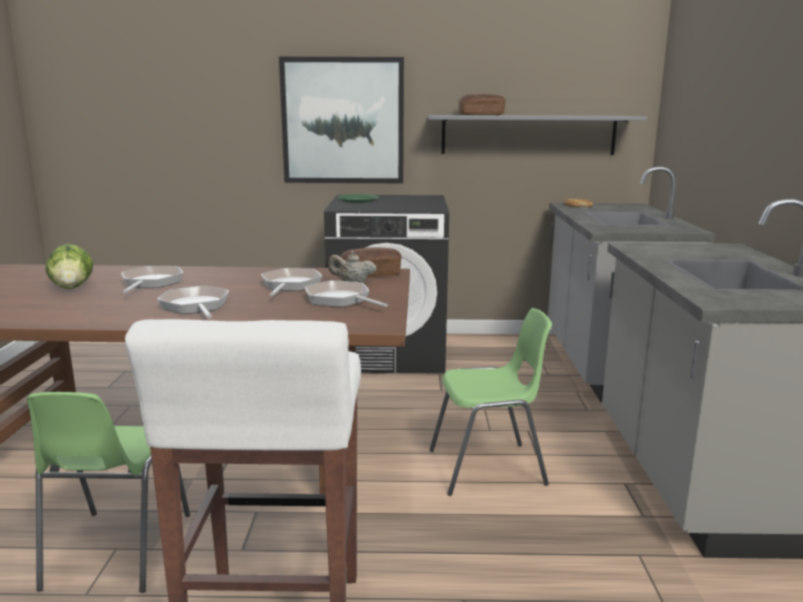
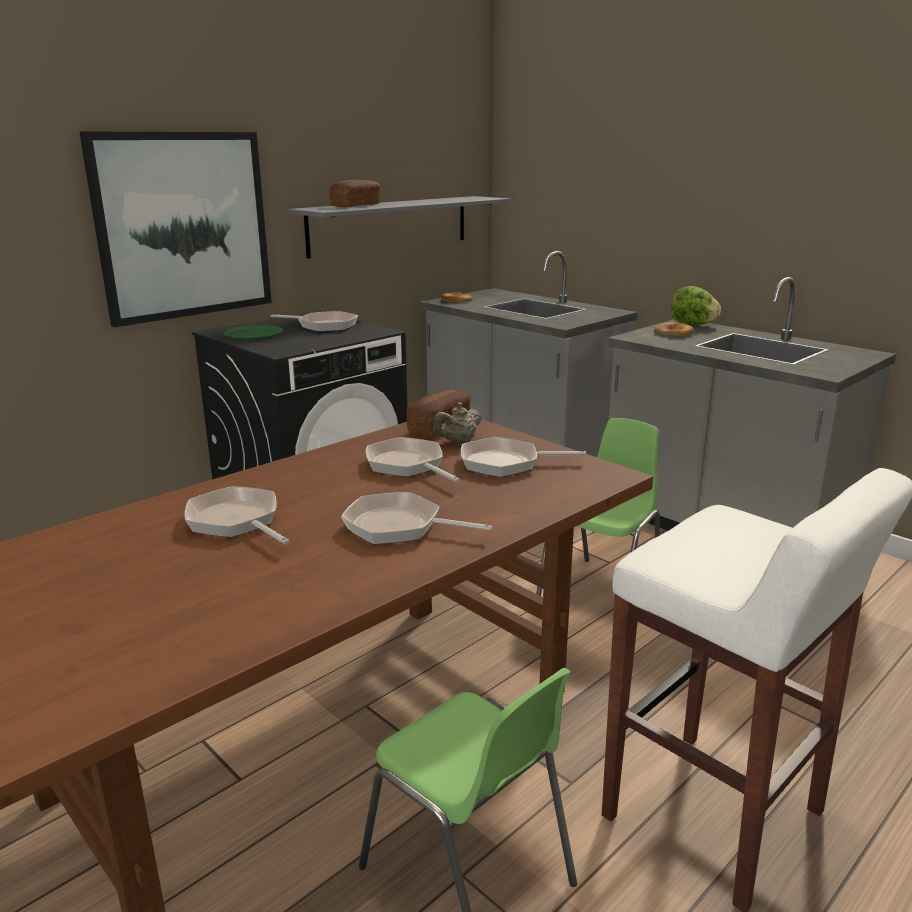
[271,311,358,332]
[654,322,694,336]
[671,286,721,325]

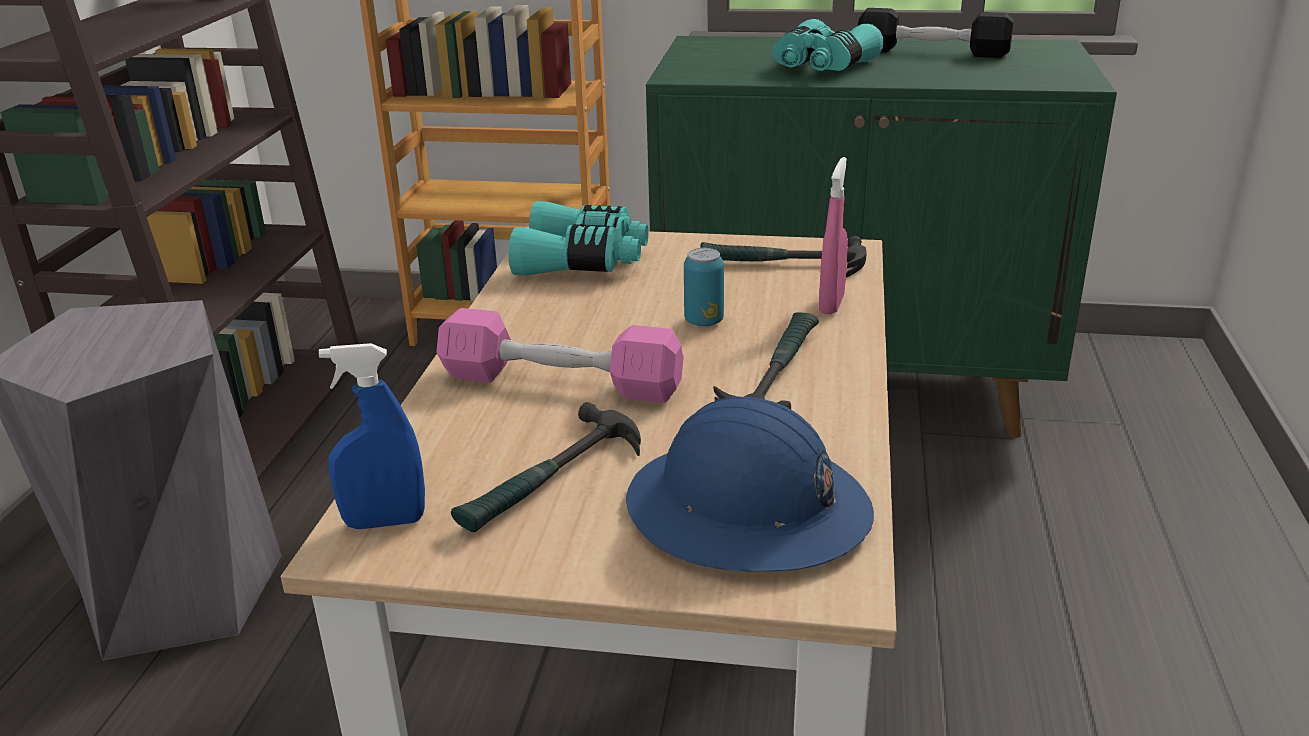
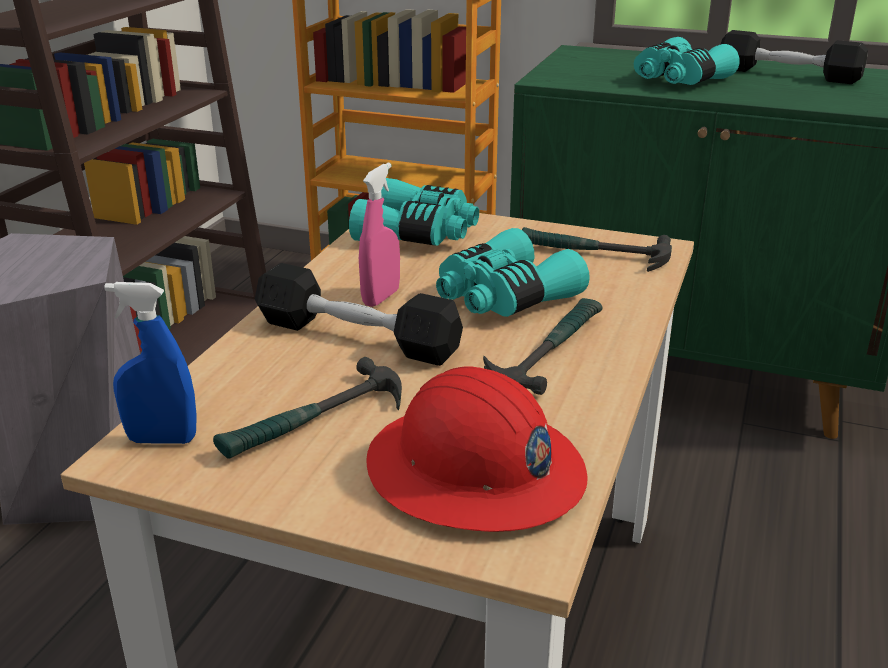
[359,163,400,307]
[436,228,590,317]
[255,263,463,366]
[367,367,588,532]

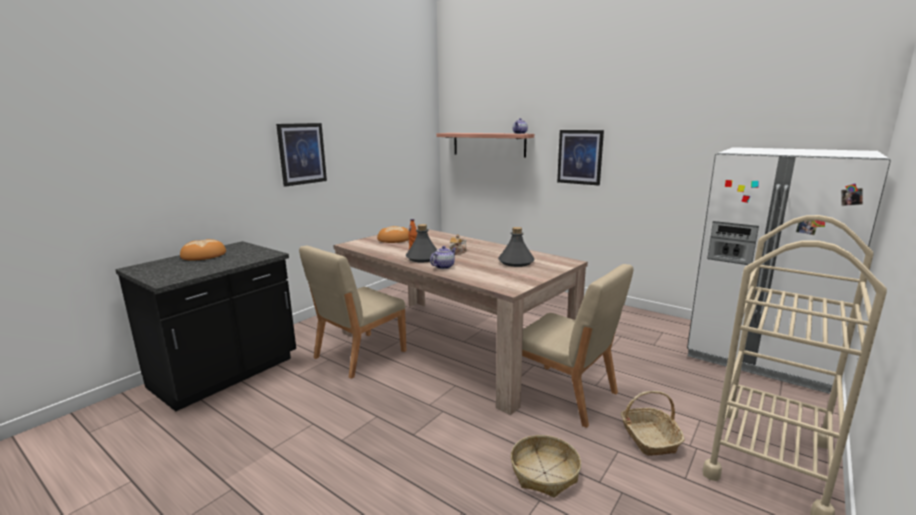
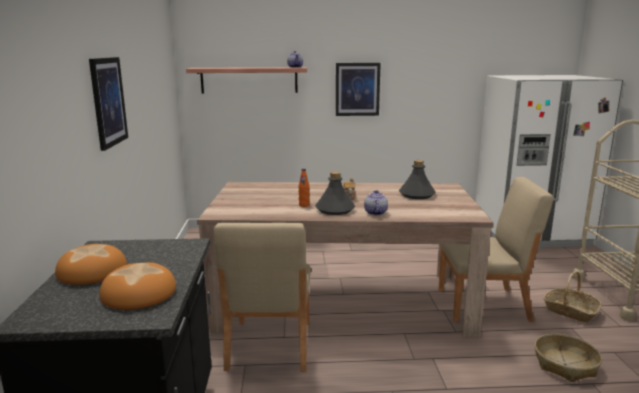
[99,262,176,310]

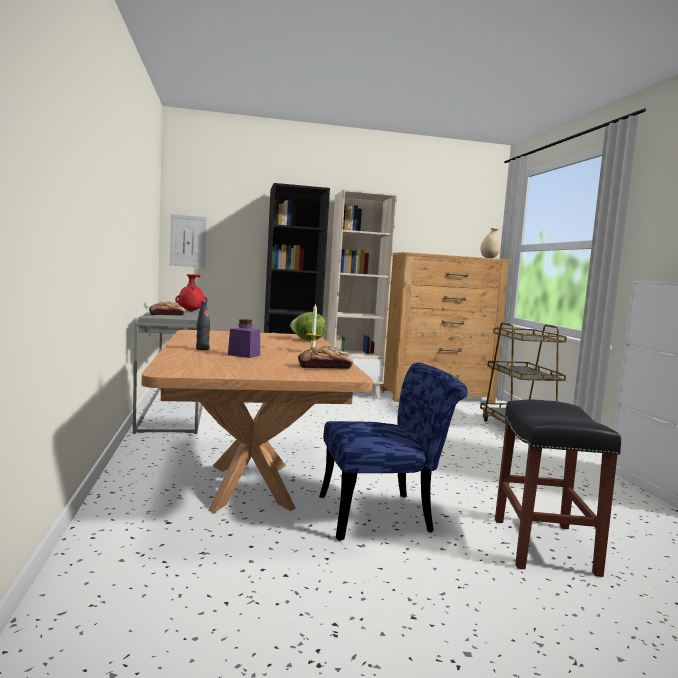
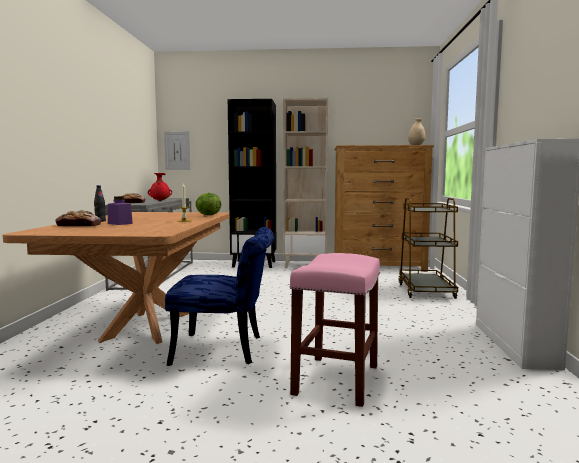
[55,210,102,226]
[290,253,380,407]

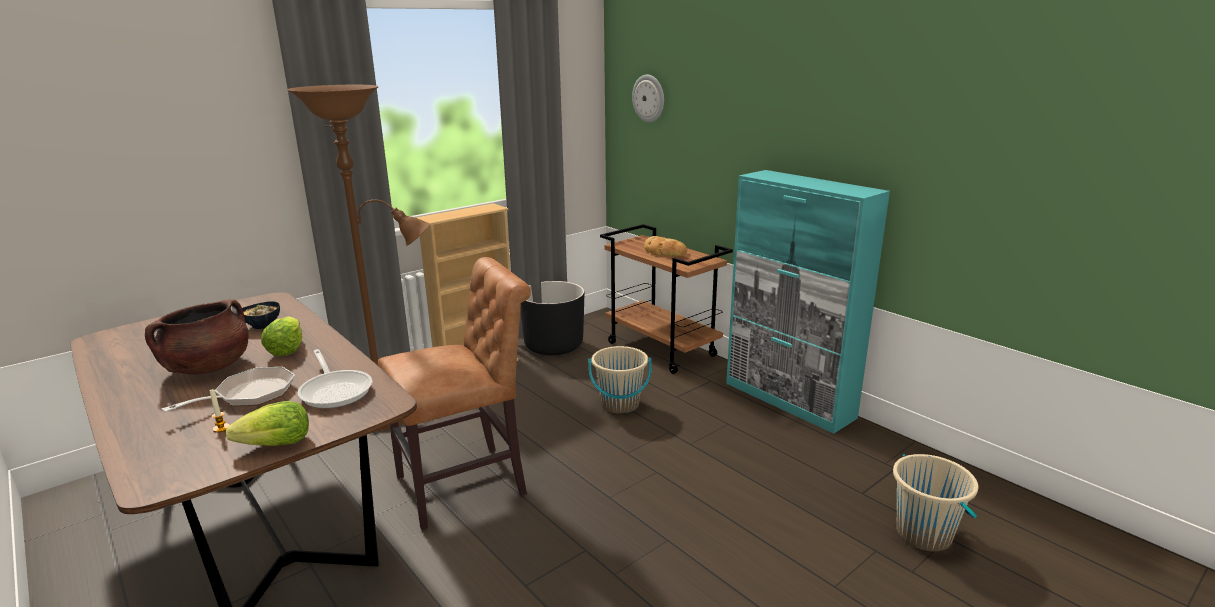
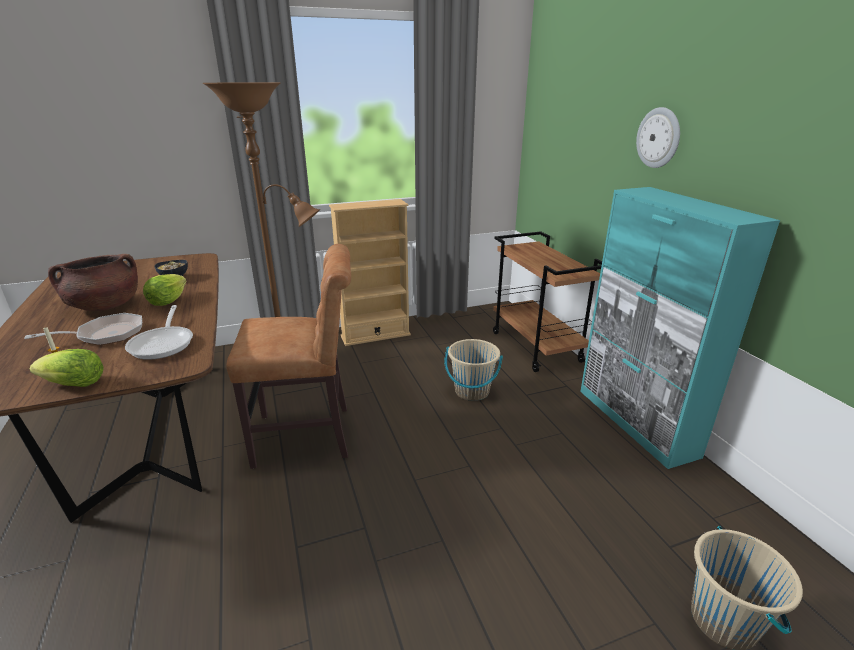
[520,281,584,355] (first image)
[644,236,687,257] (first image)
[636,107,680,168]

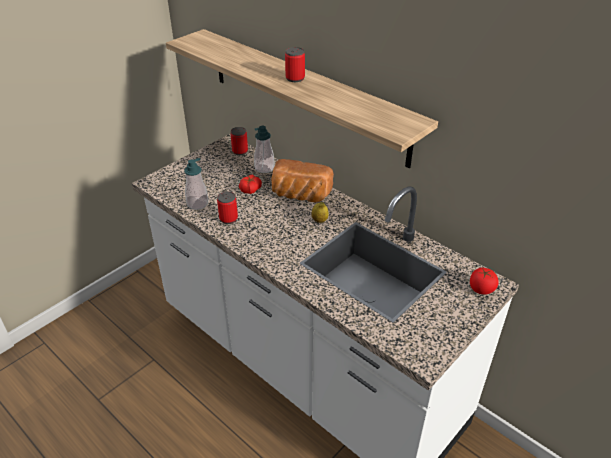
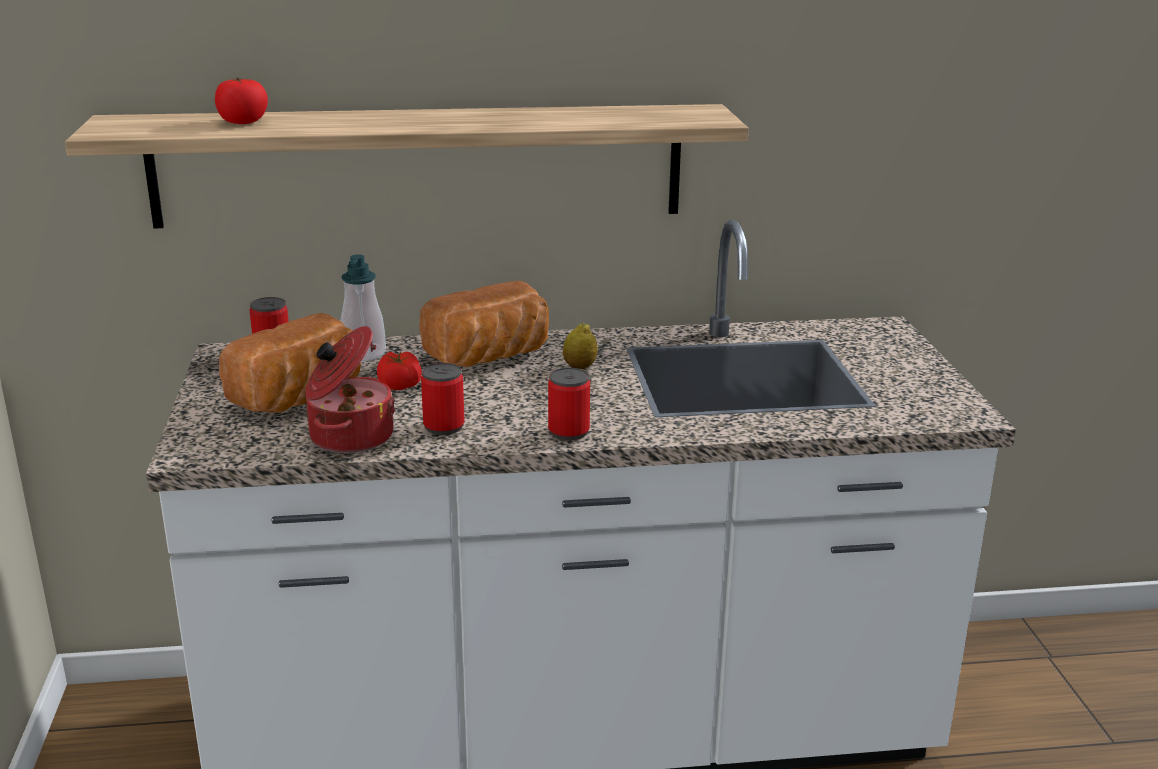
[219,313,361,413]
[548,368,590,440]
[215,78,268,124]
[305,326,396,453]

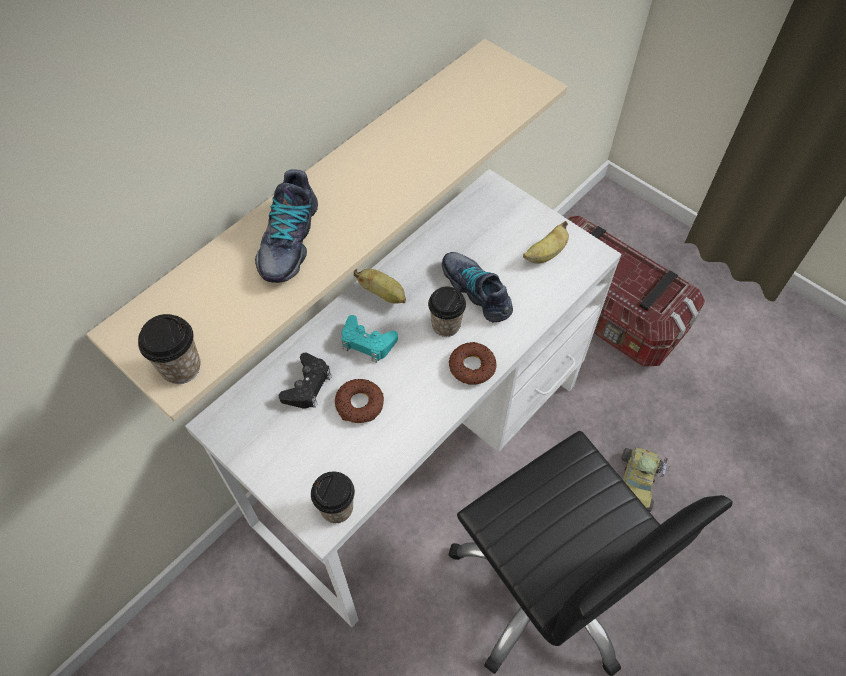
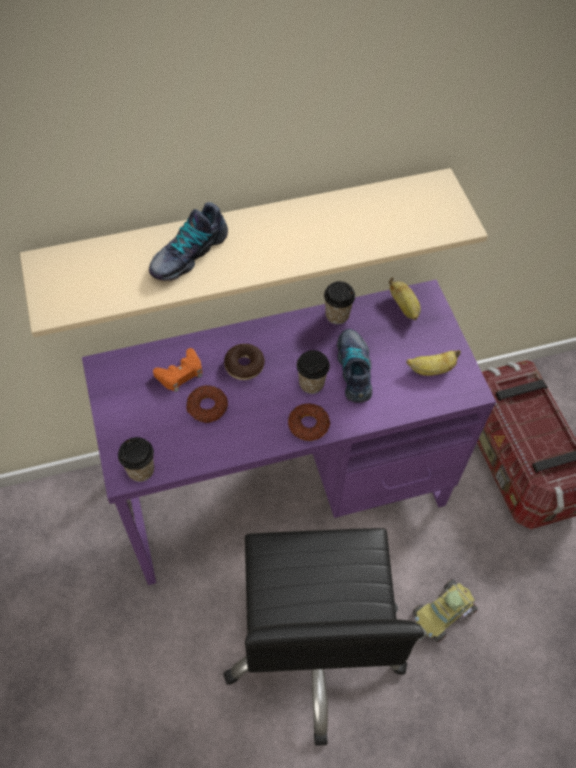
[324,281,355,324]
[389,277,421,320]
[224,344,265,380]
[82,280,496,585]
[153,348,202,392]

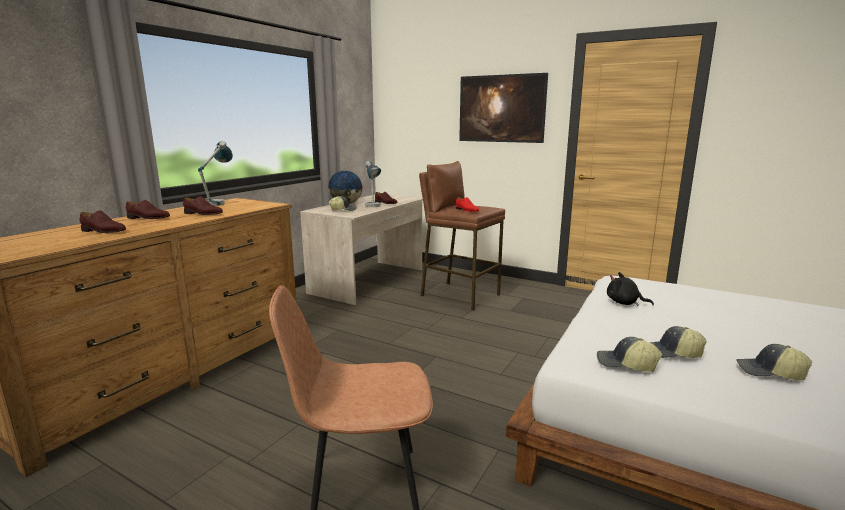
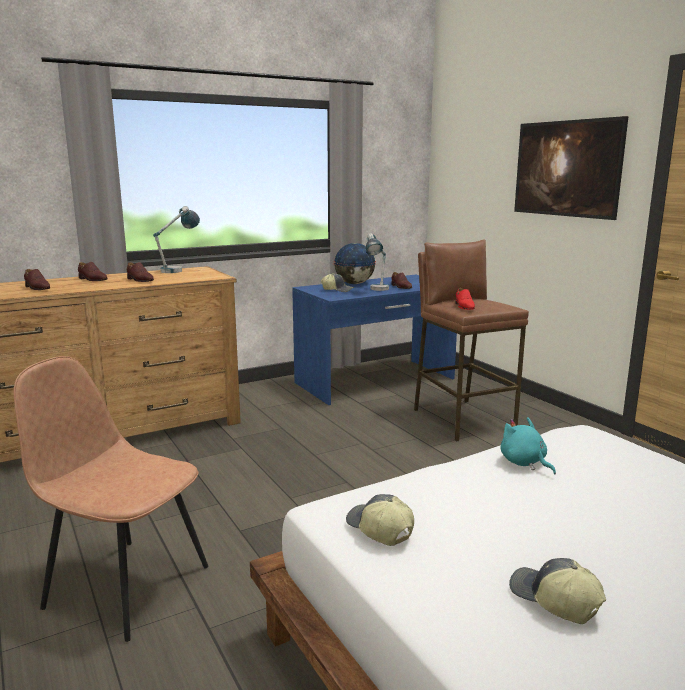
[651,326,707,358] (first image)
[292,275,457,405]
[500,418,556,474]

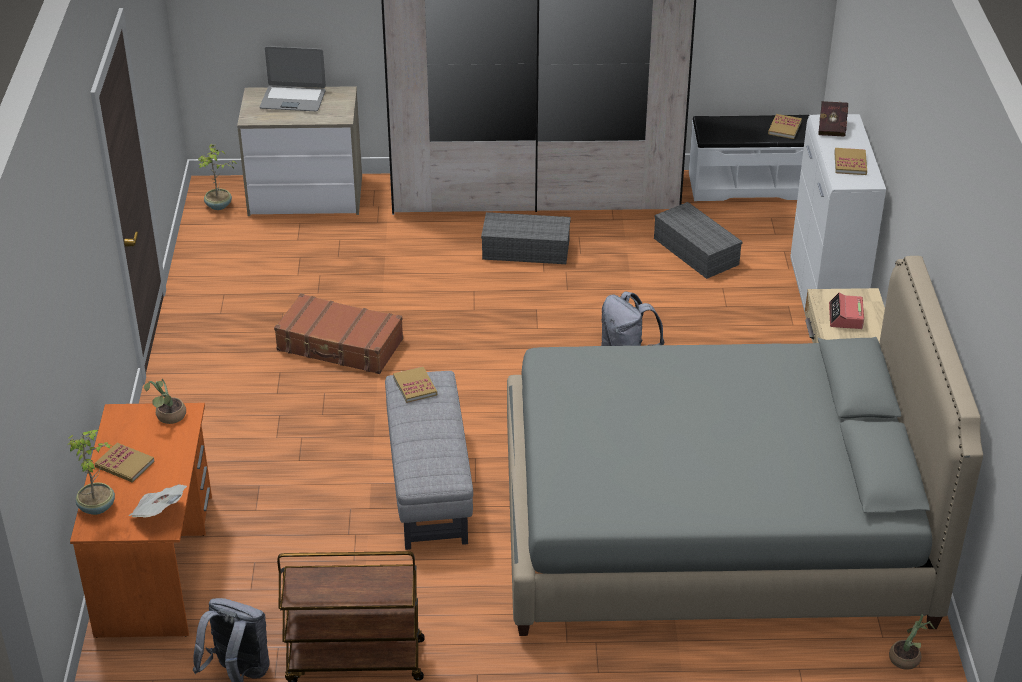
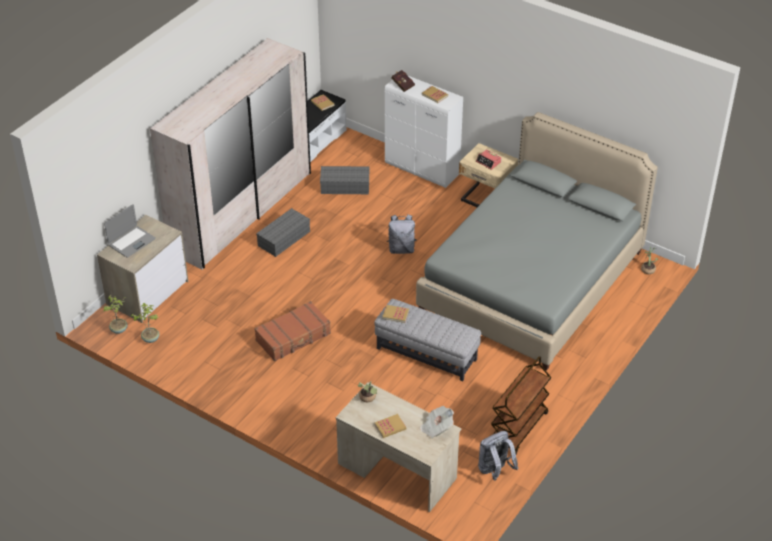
[131,303,159,343]
[335,382,461,513]

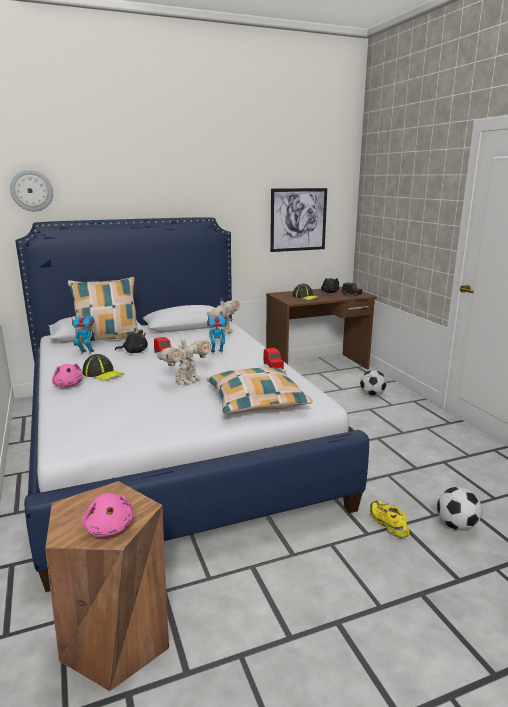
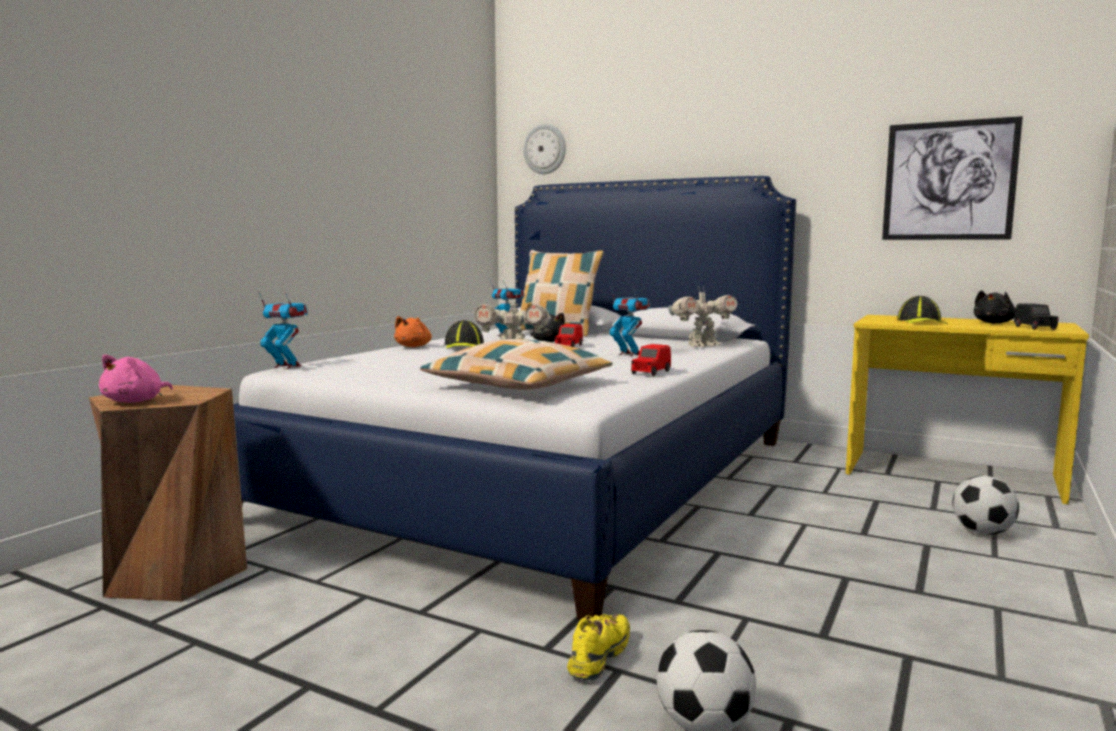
[258,292,308,369]
[394,316,432,347]
[846,315,1089,504]

